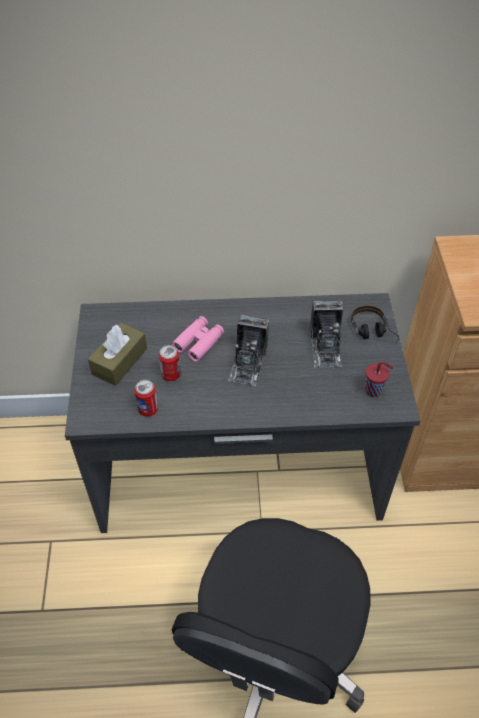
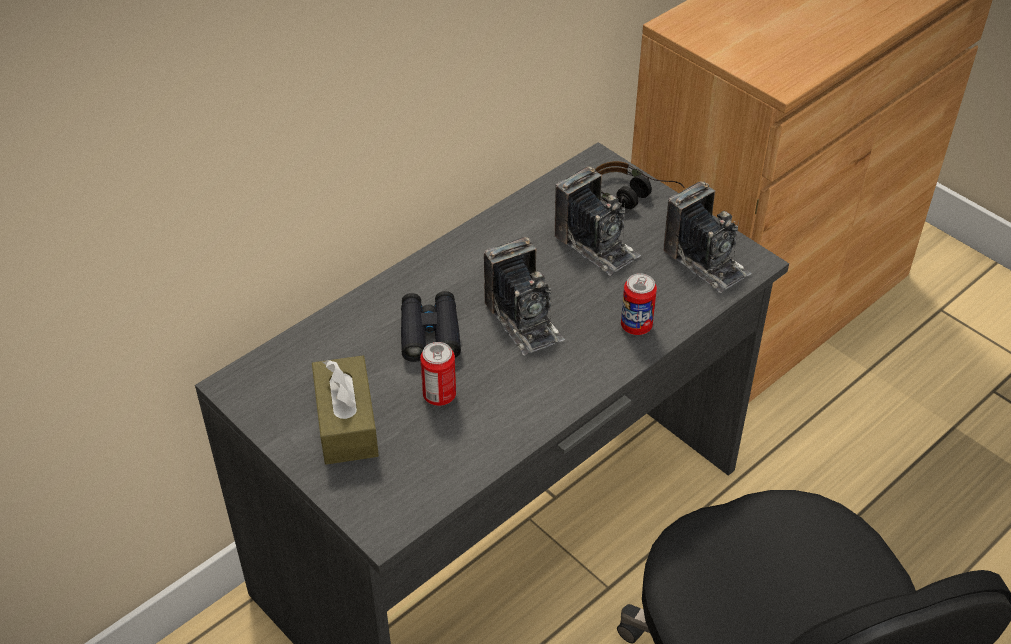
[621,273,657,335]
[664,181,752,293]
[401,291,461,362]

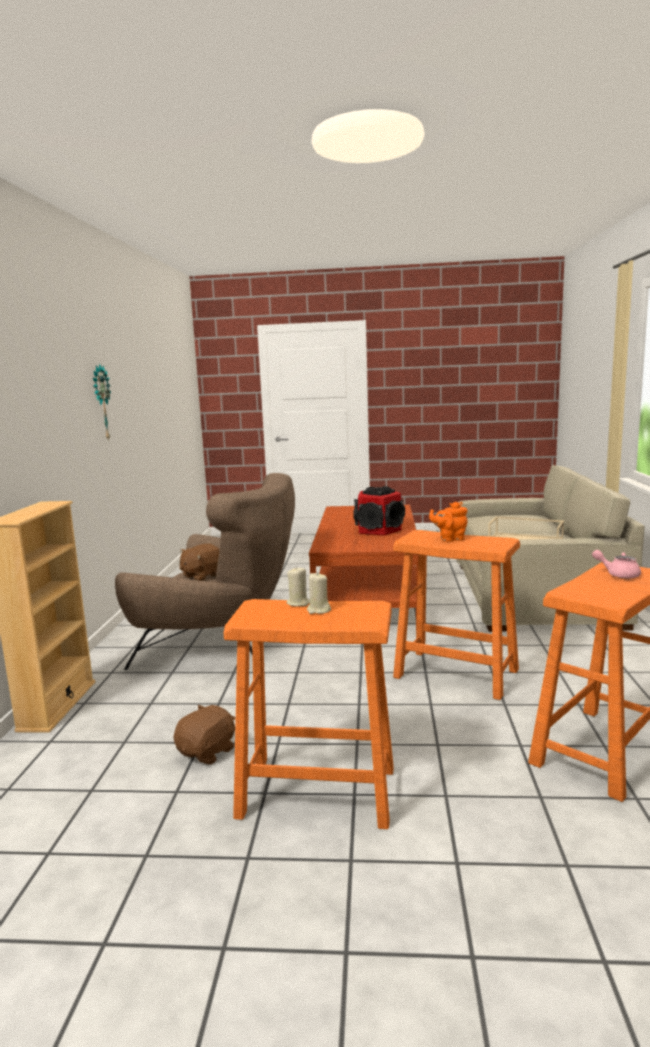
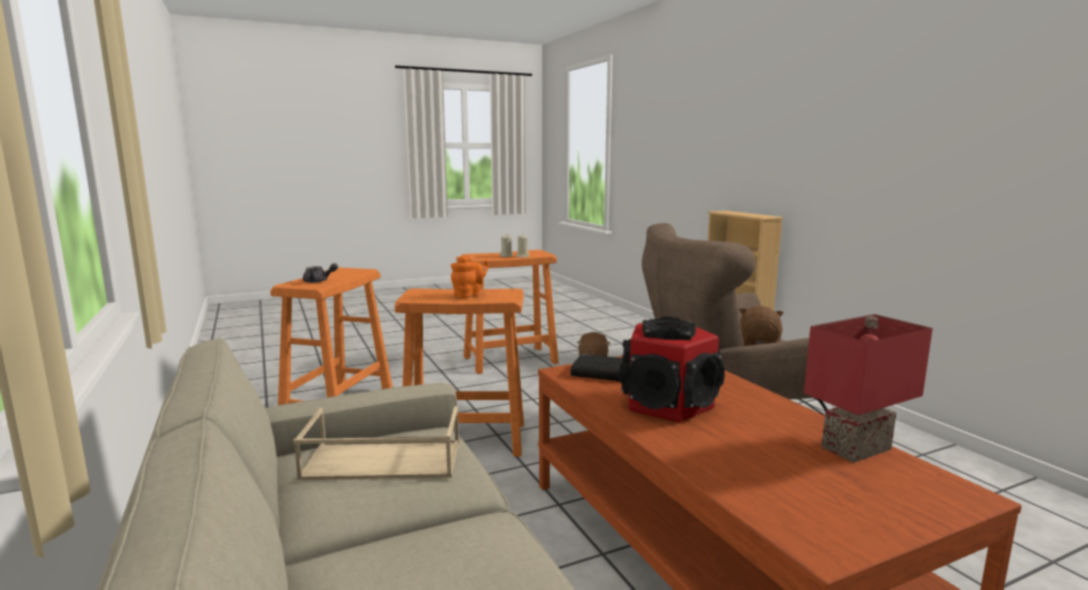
[93,364,111,440] (first image)
[570,354,622,382]
[804,314,933,463]
[303,263,338,283]

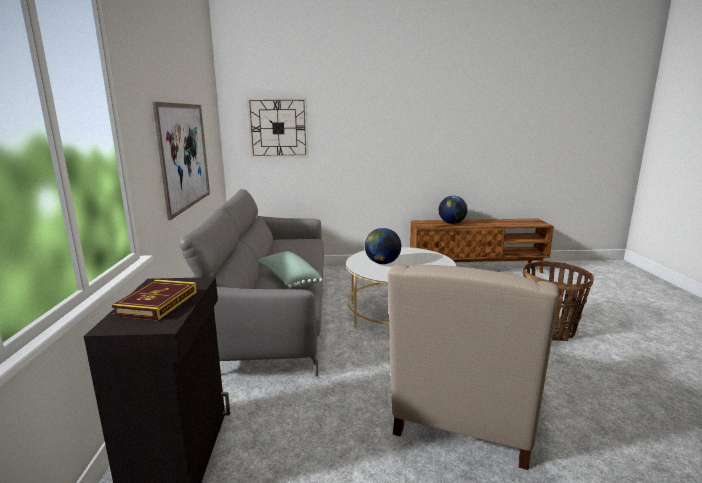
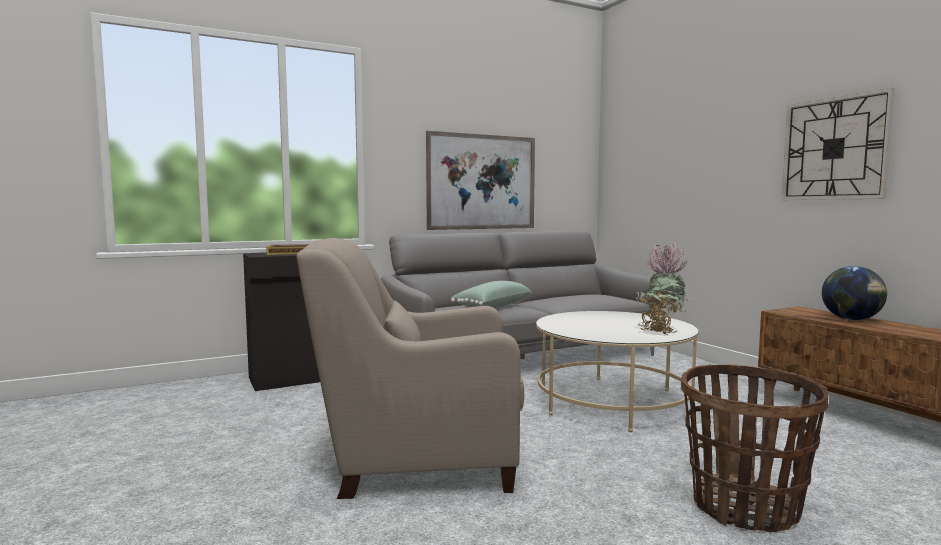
[365,228,401,264] (first image)
[636,242,690,335]
[781,88,895,200]

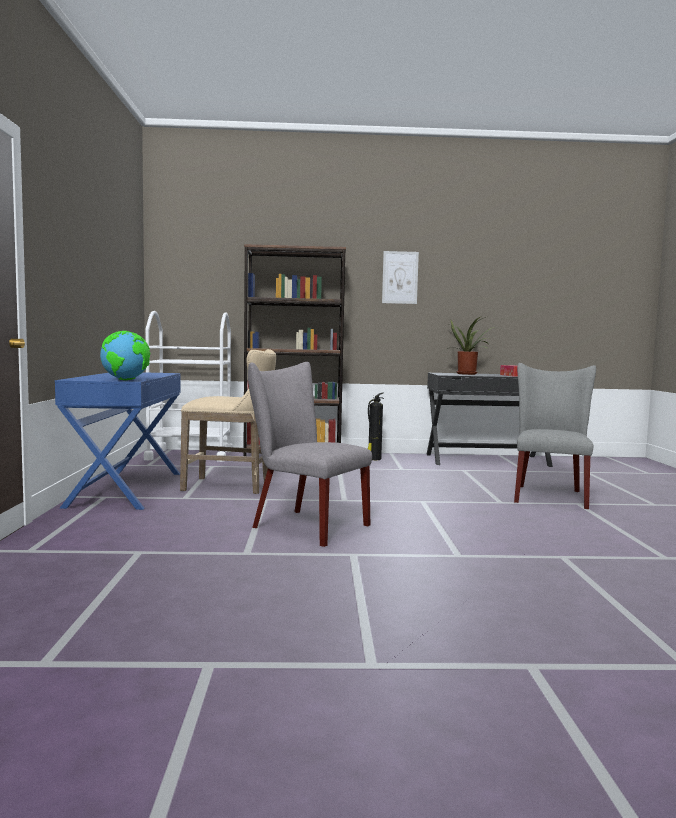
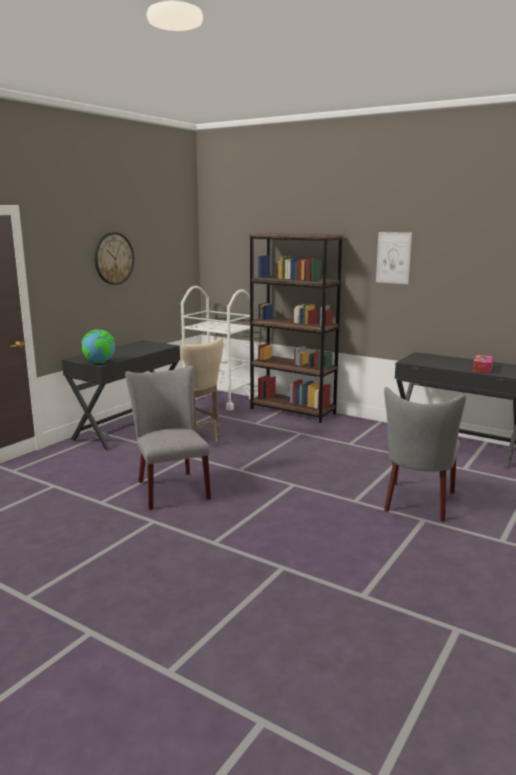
[368,393,384,460] (first image)
[447,316,494,375] (first image)
[94,232,134,285]
[62,340,180,450]
[384,387,466,522]

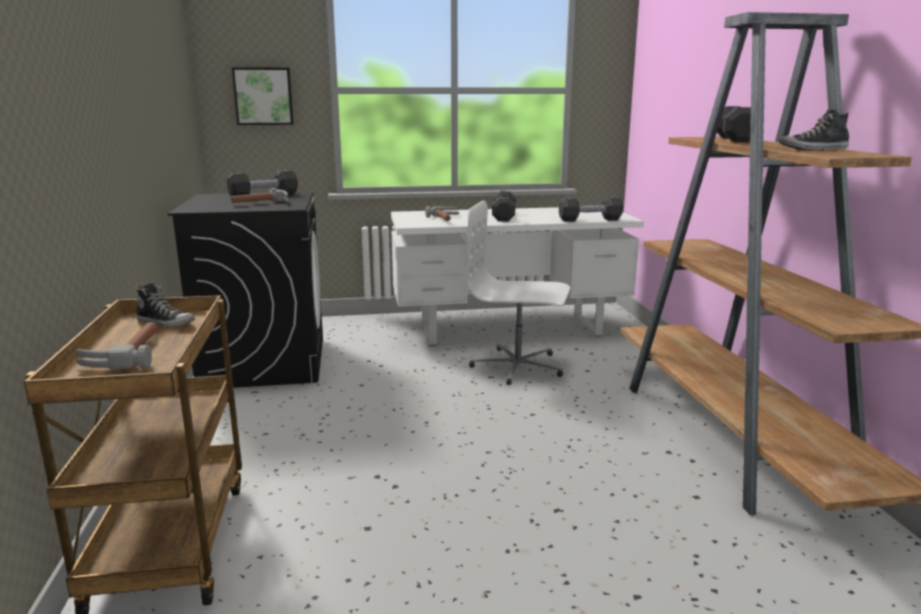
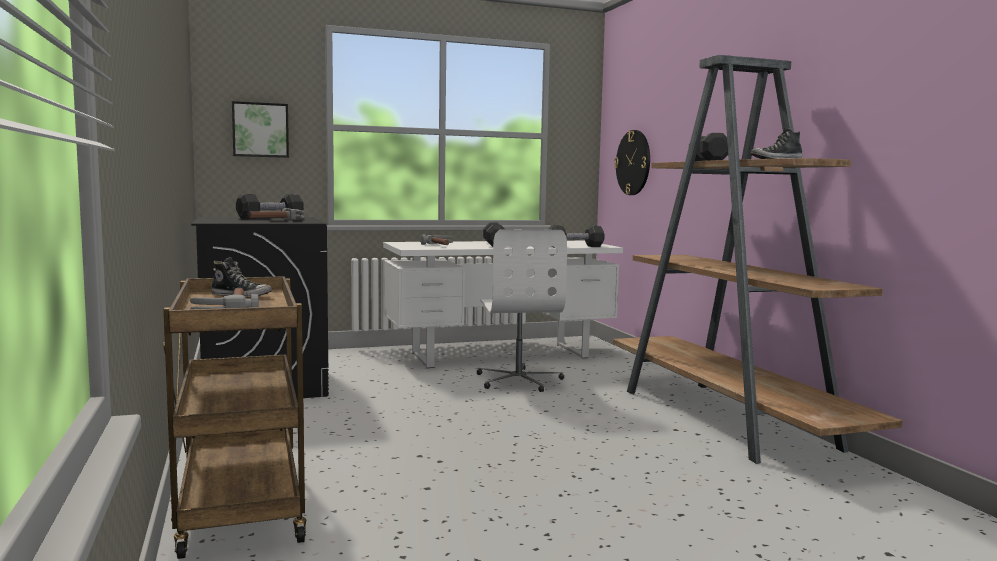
[614,130,650,195]
[477,229,567,392]

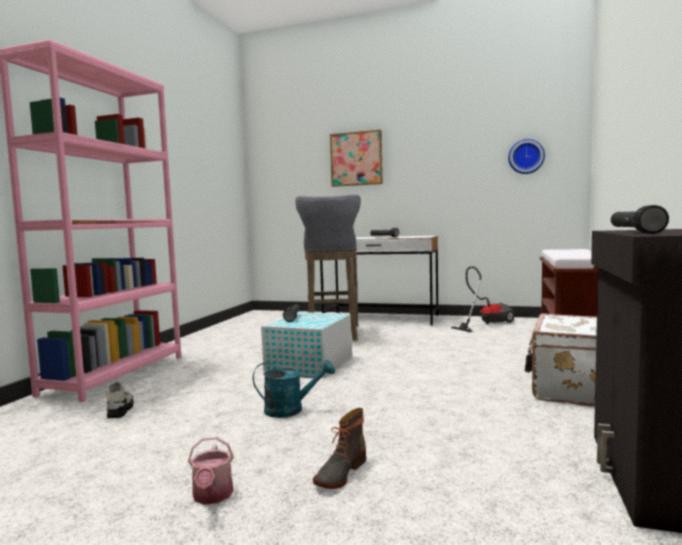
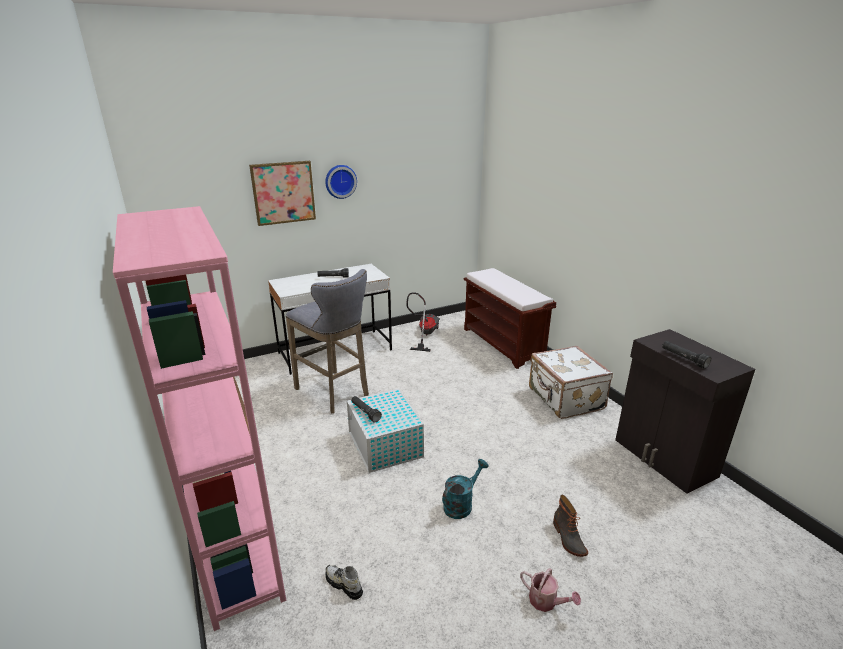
[325,165,357,199]

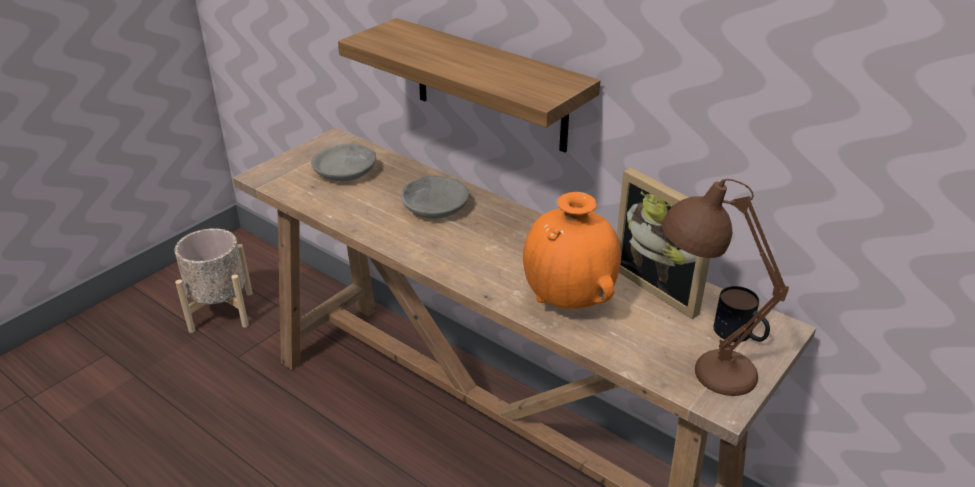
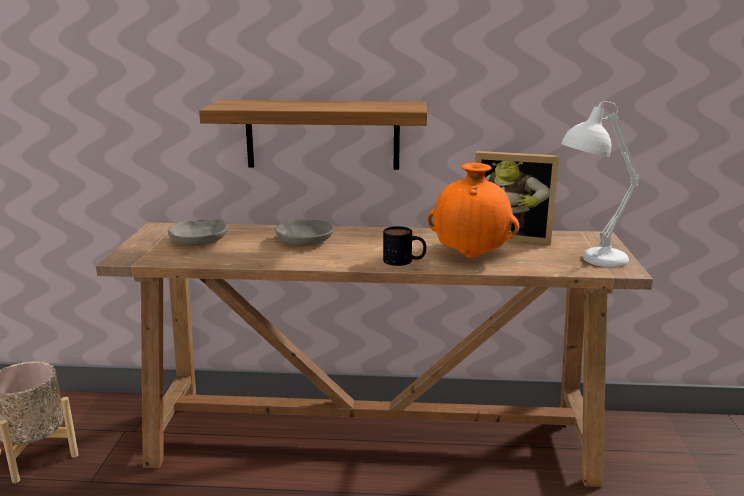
[383,226,426,266]
[561,101,640,267]

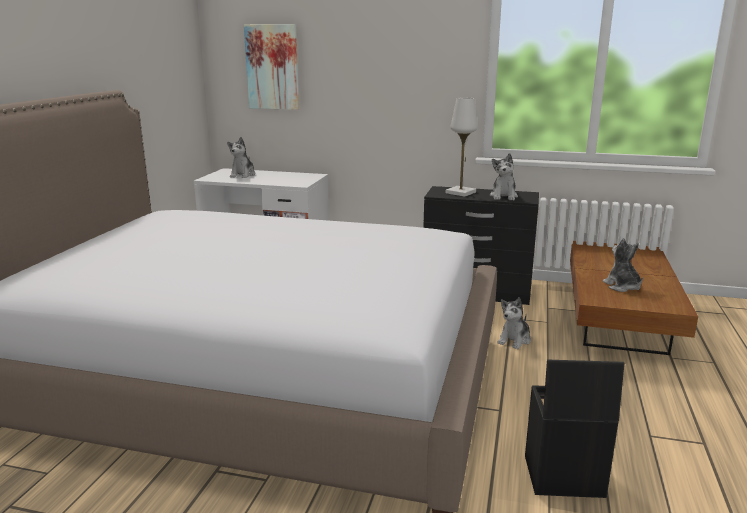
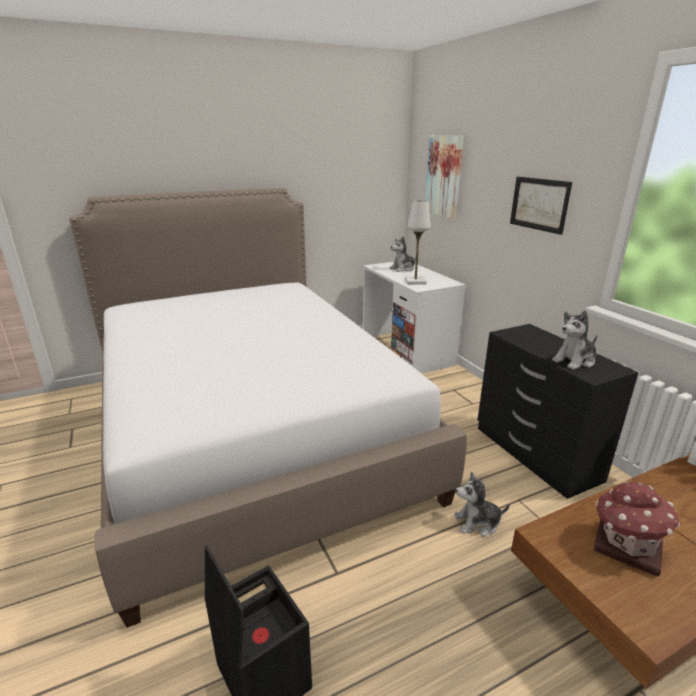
[510,177,572,235]
[405,200,431,285]
[594,481,680,577]

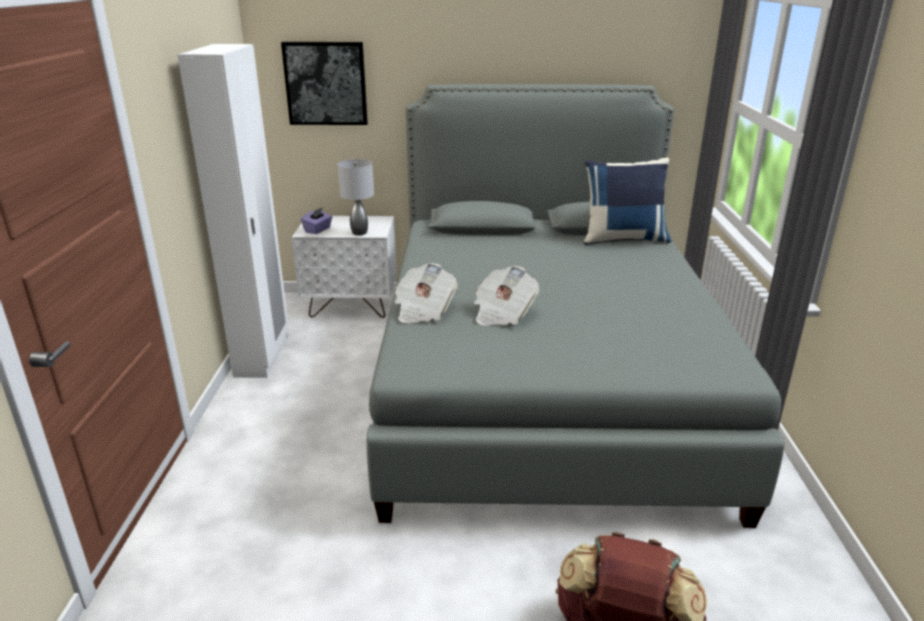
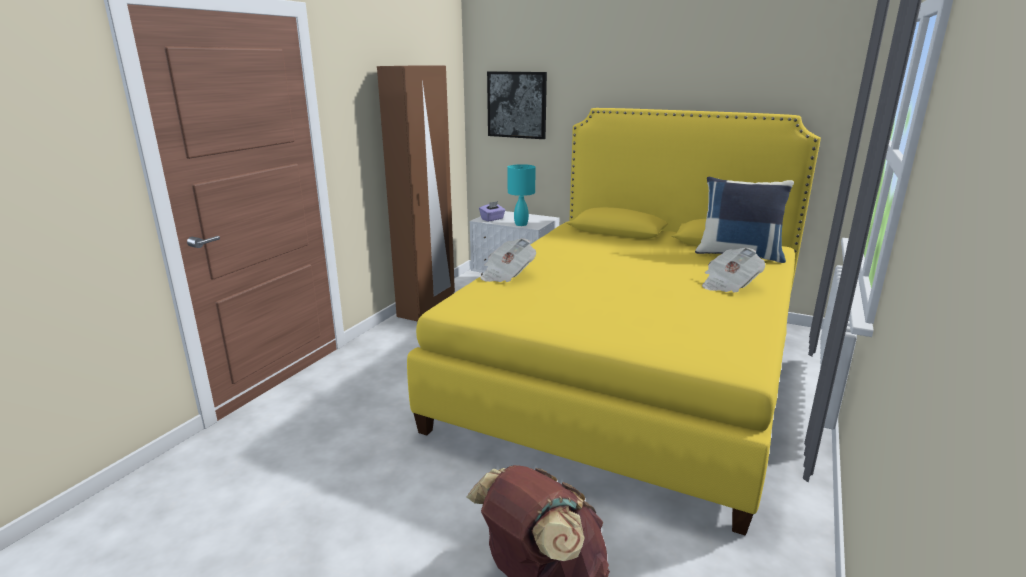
[702,248,765,293]
[377,65,455,322]
[508,164,536,226]
[407,108,821,536]

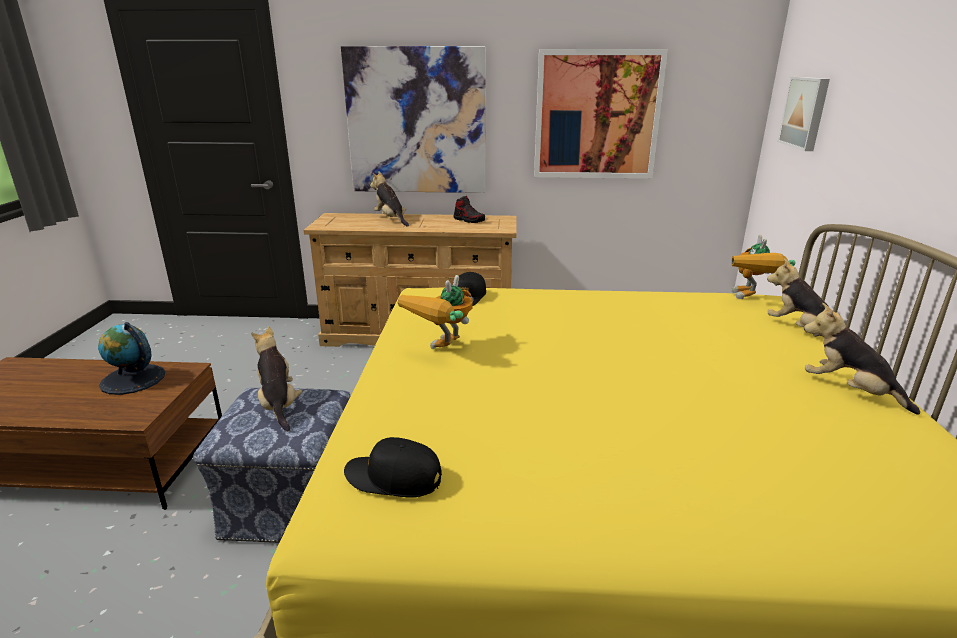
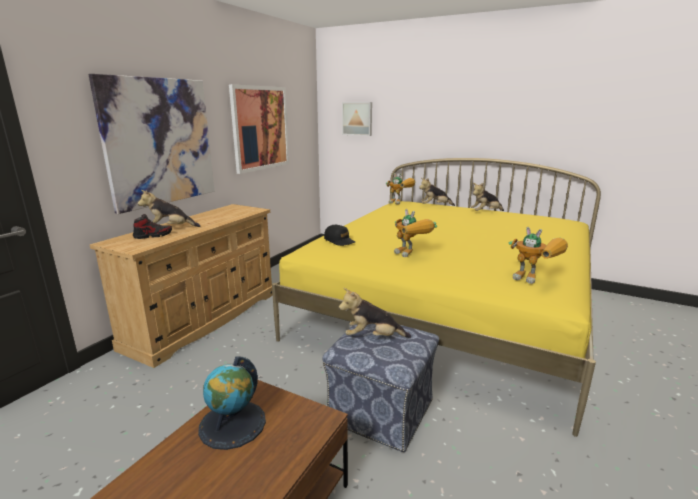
[133,214,172,239]
[509,227,568,284]

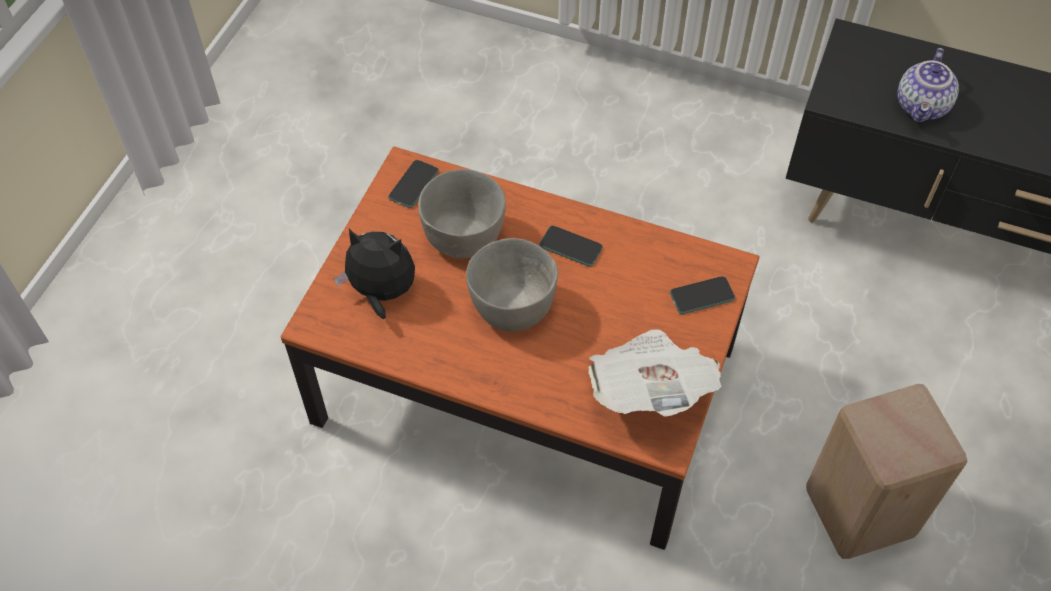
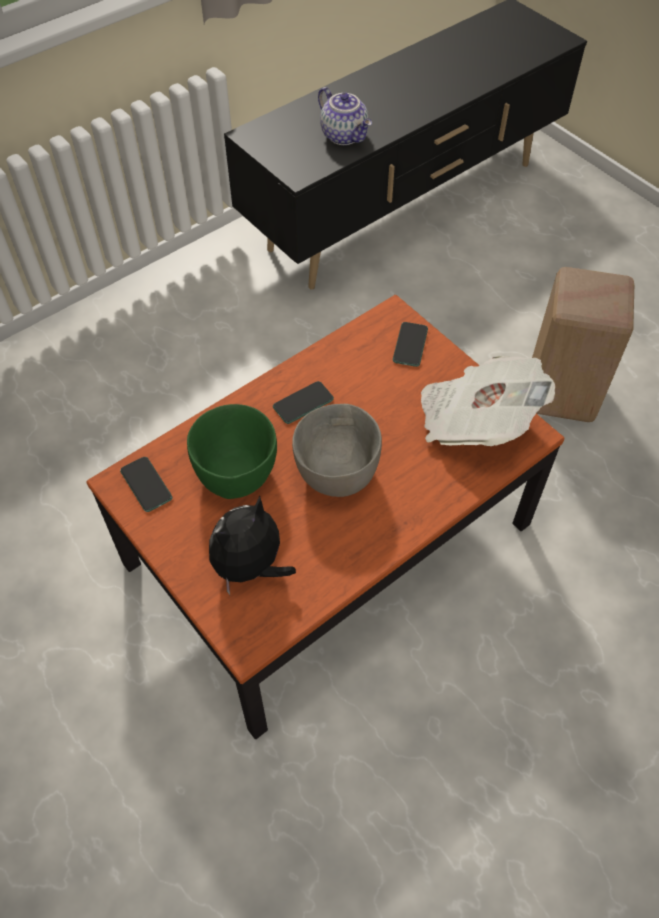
[187,404,277,499]

